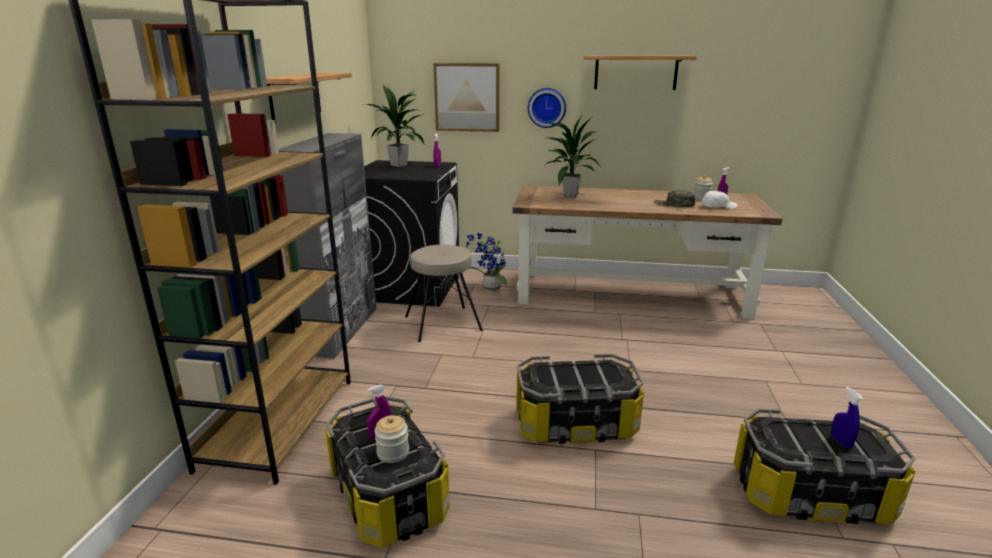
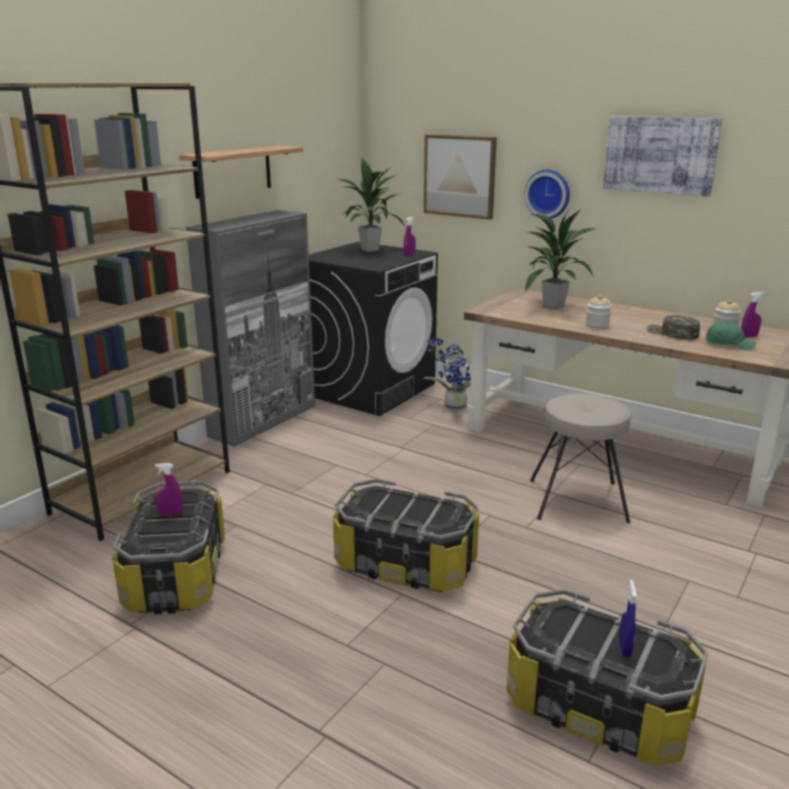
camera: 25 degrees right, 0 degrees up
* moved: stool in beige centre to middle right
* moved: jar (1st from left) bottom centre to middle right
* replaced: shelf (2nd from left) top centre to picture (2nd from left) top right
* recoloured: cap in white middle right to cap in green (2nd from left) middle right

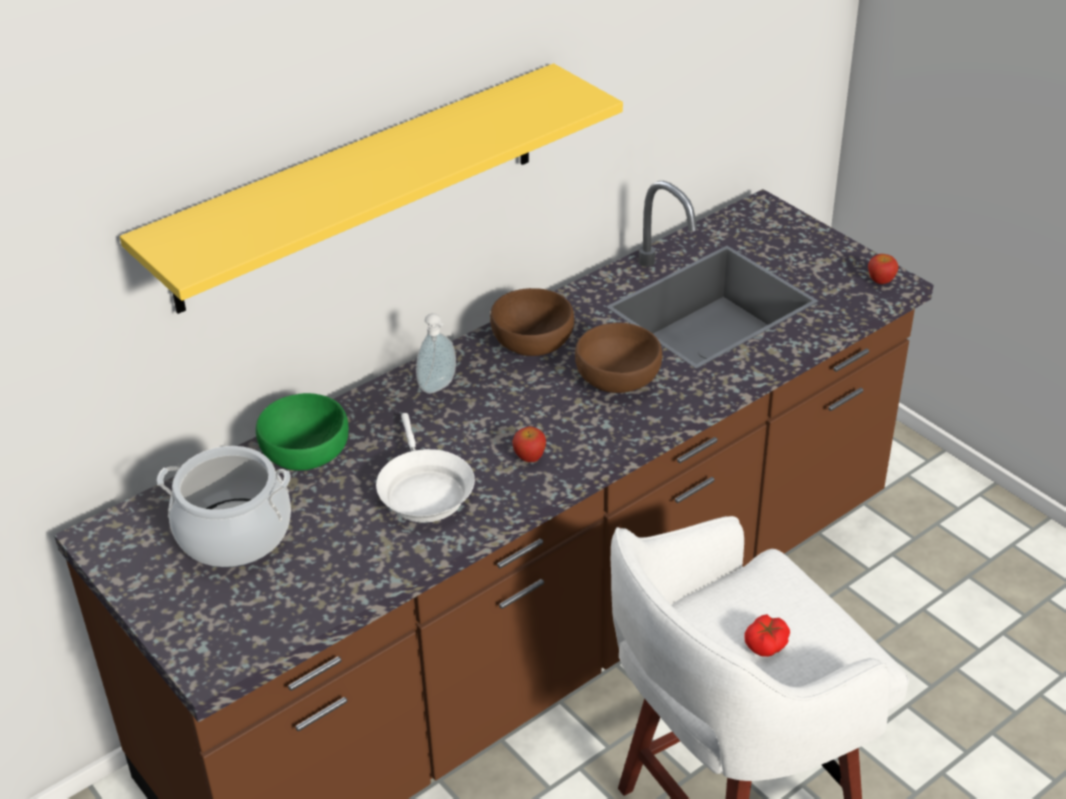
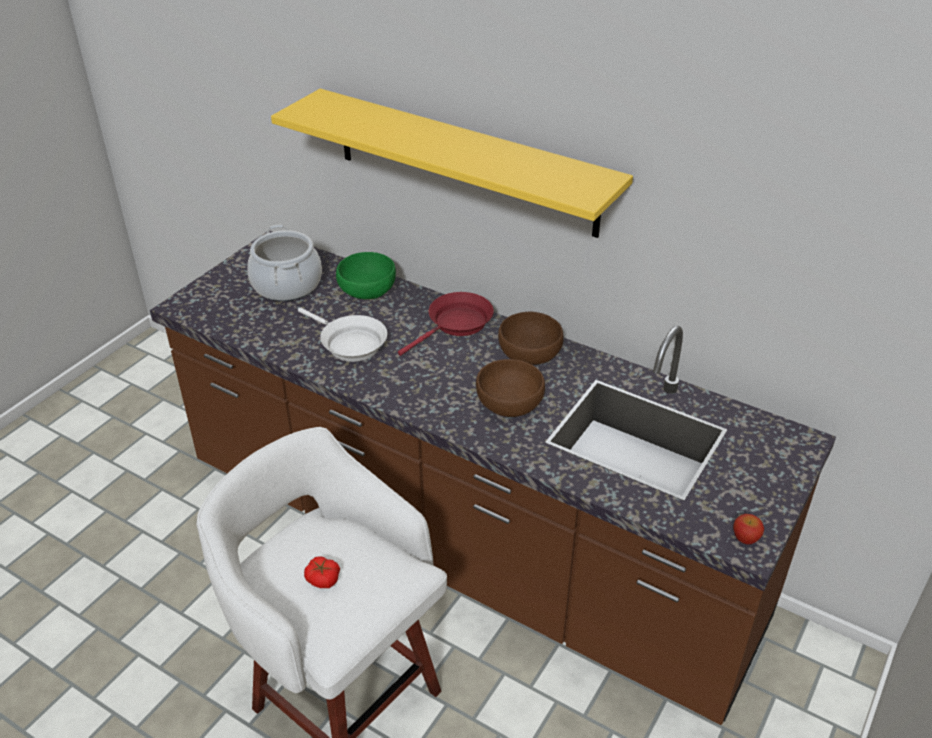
camera: 70 degrees right, 0 degrees up
* turned: frying pan in white centre = centre 105 degrees counterclockwise
* replaced: soap dispenser centre to frying pan in red centre
* removed: apple (1st from left) centre

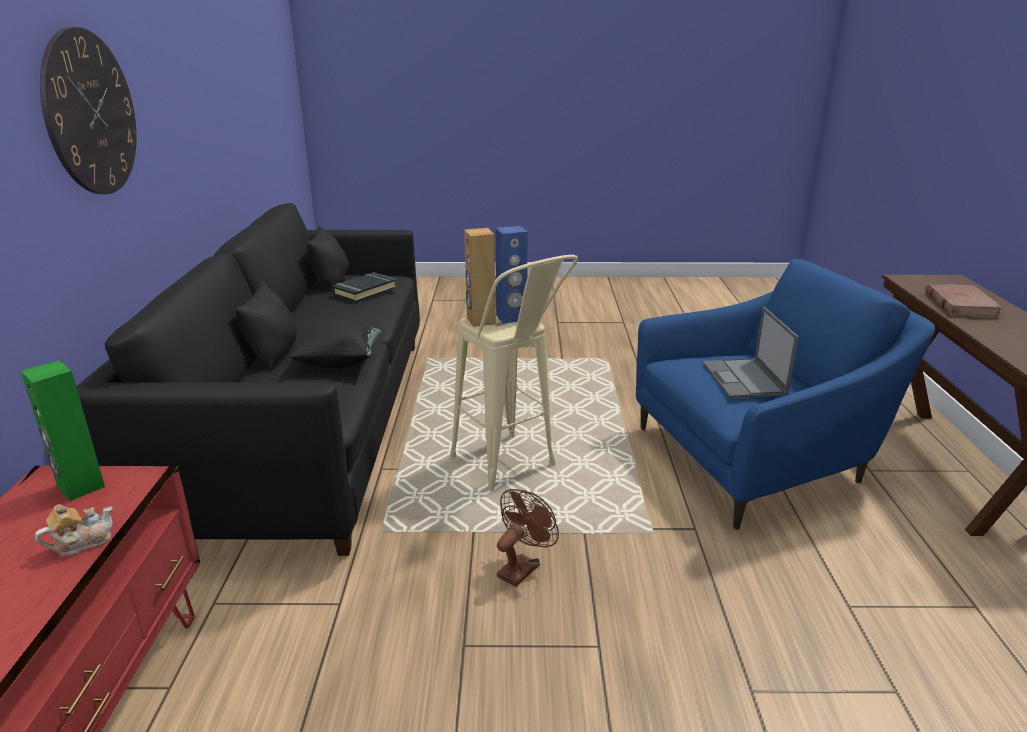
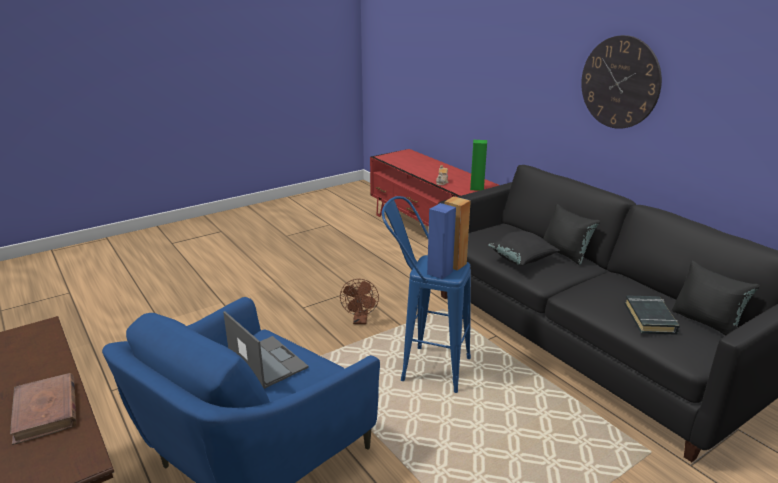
camera: 145 degrees right, 0 degrees up
* recoloured: stool in beige centre to stool in blue centre

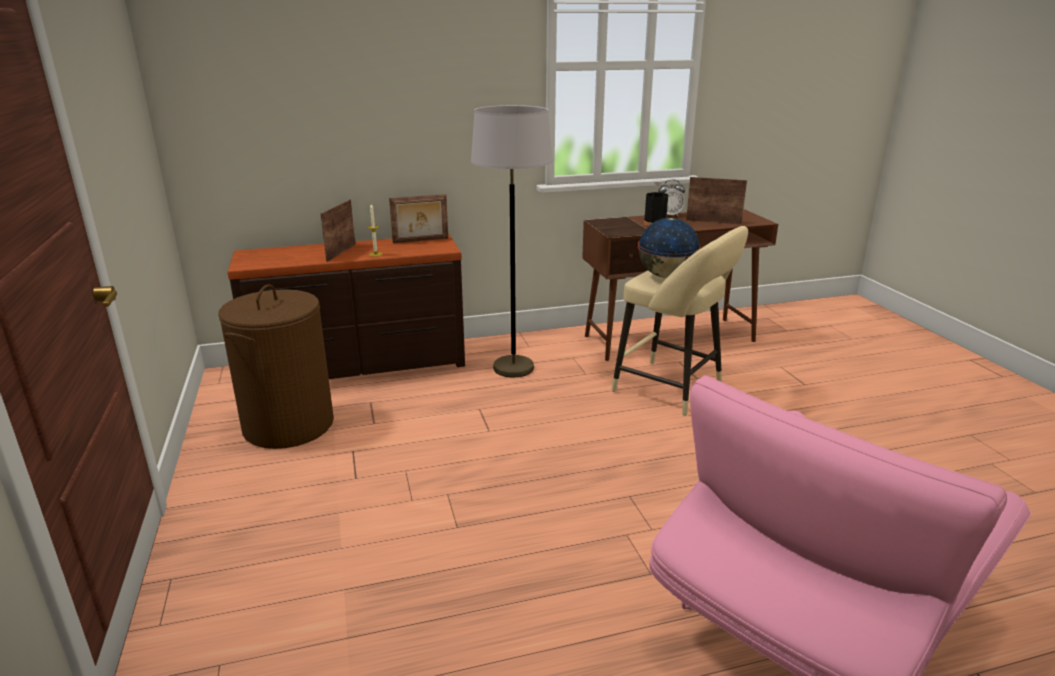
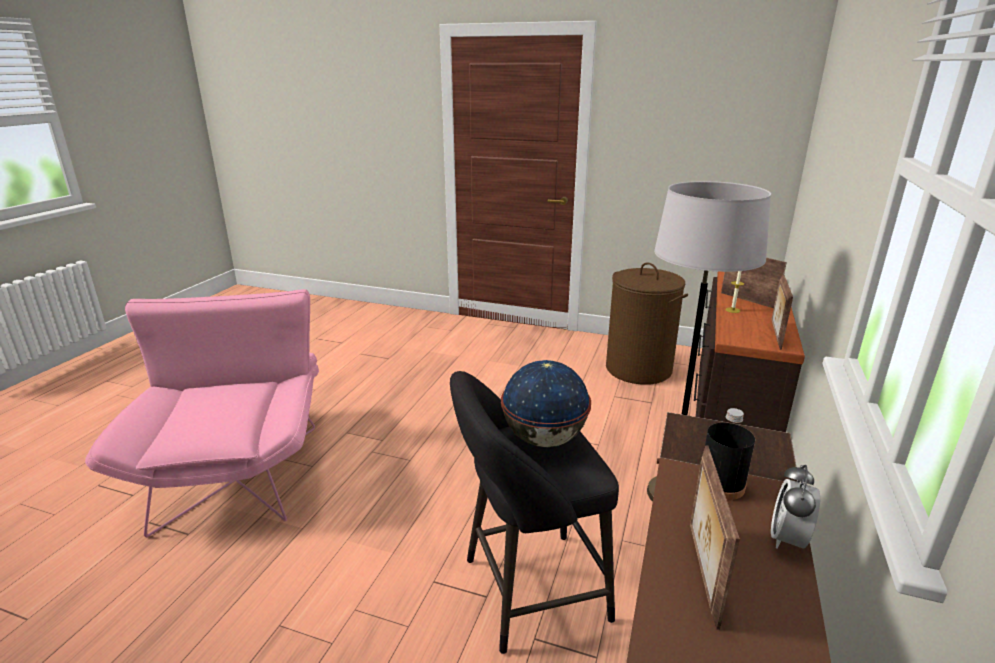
camera: 125 degrees right, 0 degrees up
* recoloured: stool in beige centre to stool in black bottom centre
* turned: picture frame (3rd from left in the first image) top right = bottom right 135 degrees clockwise

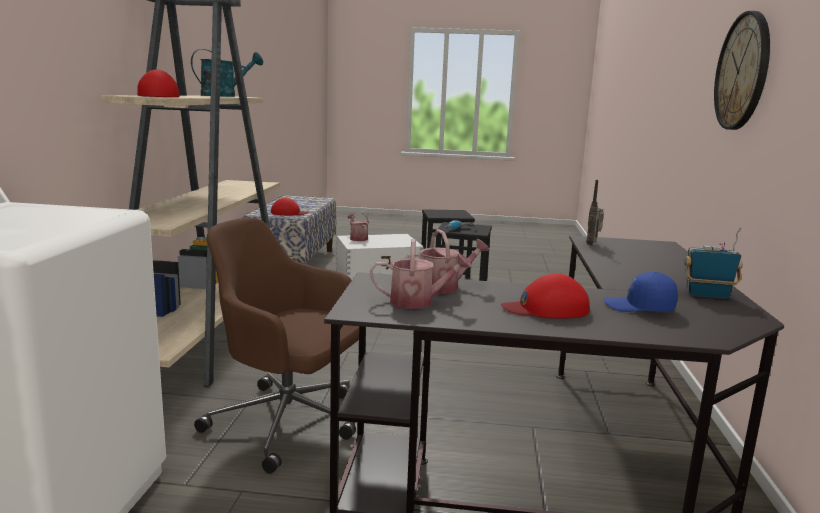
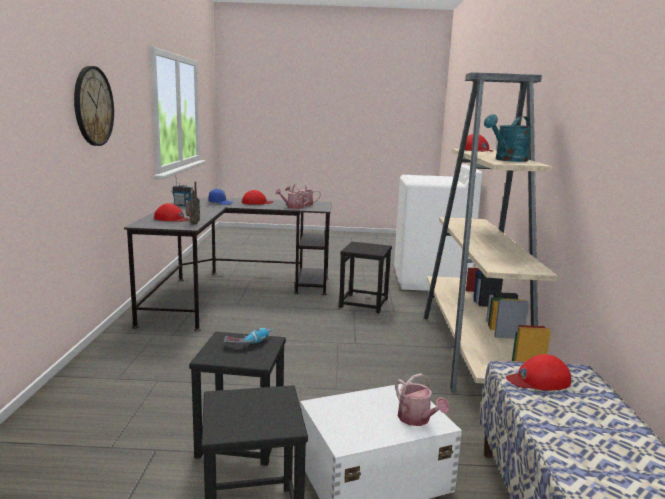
camera: 175 degrees right, 0 degrees up
* added: cap in red (1st from left) middle left
* replaced: office chair in brown bottom centre to stool in black (3rd from left) centre

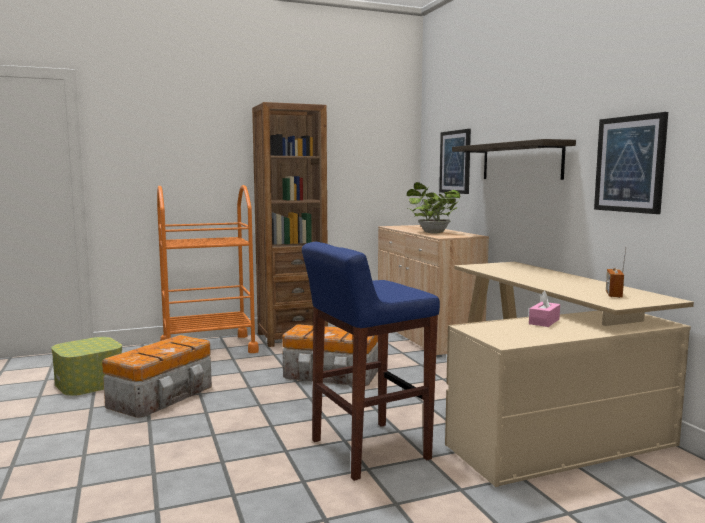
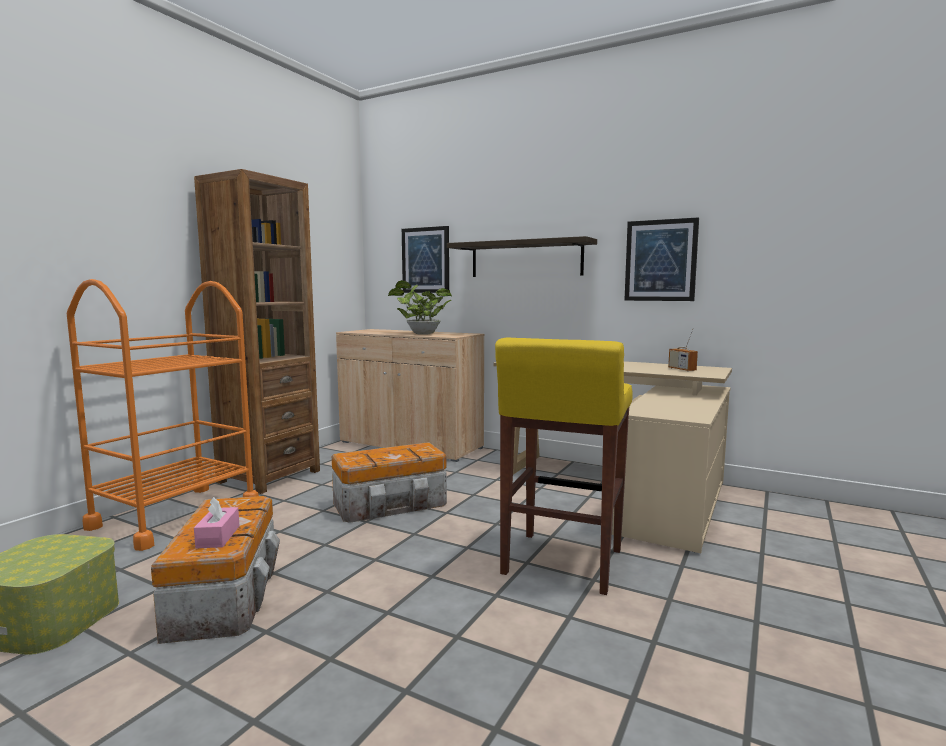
camera: 40 degrees left, 0 degrees up
* moved: tissue box in pink middle right to bottom left
* recoloured: stool in blue bottom centre to stool in yellow centre

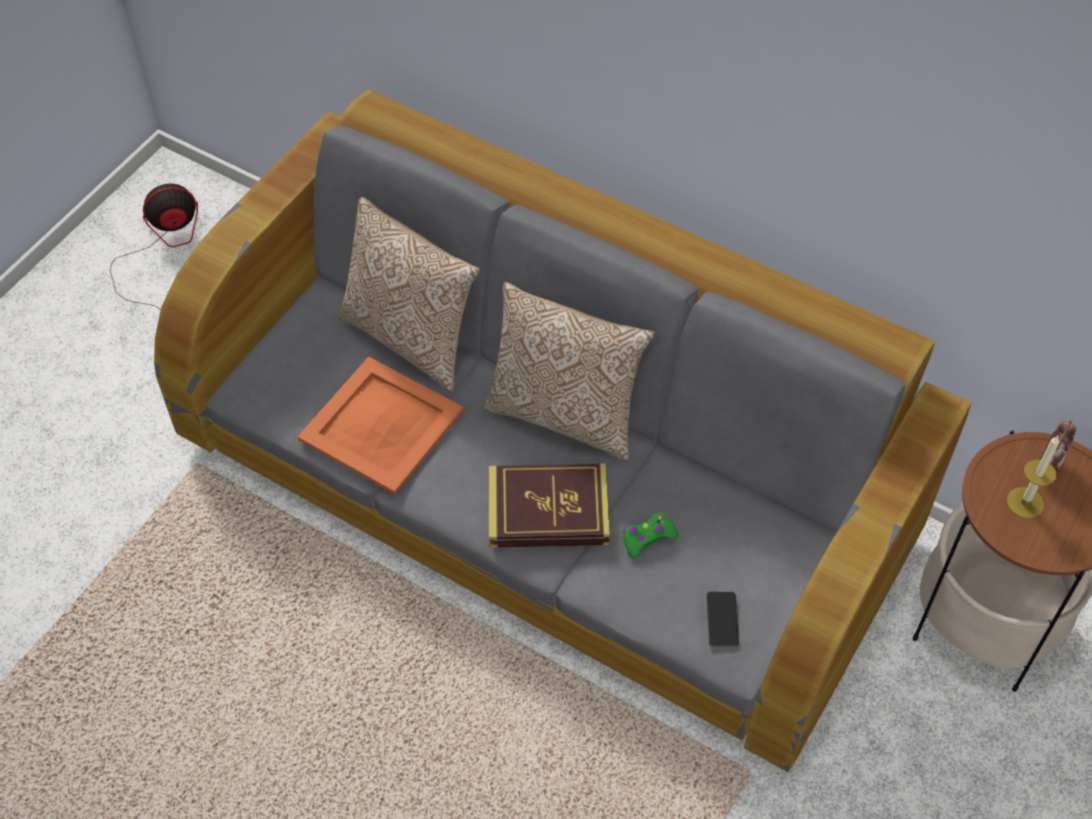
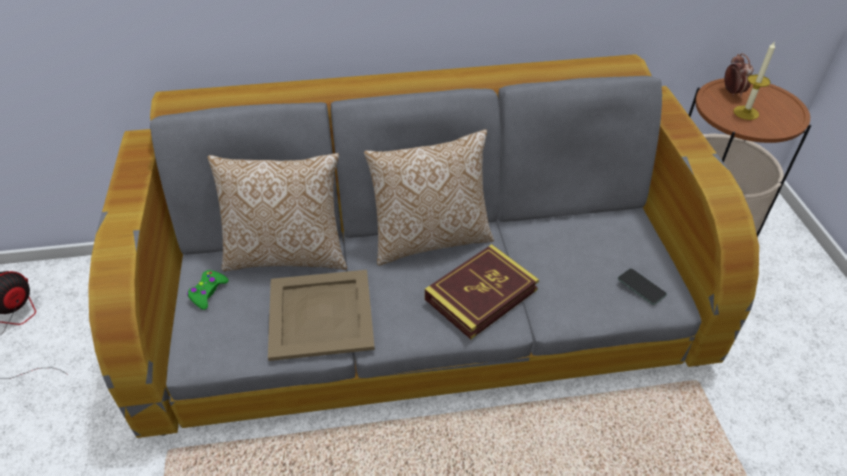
camera: 40 degrees left, 10 degrees down
* moved: game controller in green centre to middle left
* recoloured: tray in orange centre to tray in beige centre

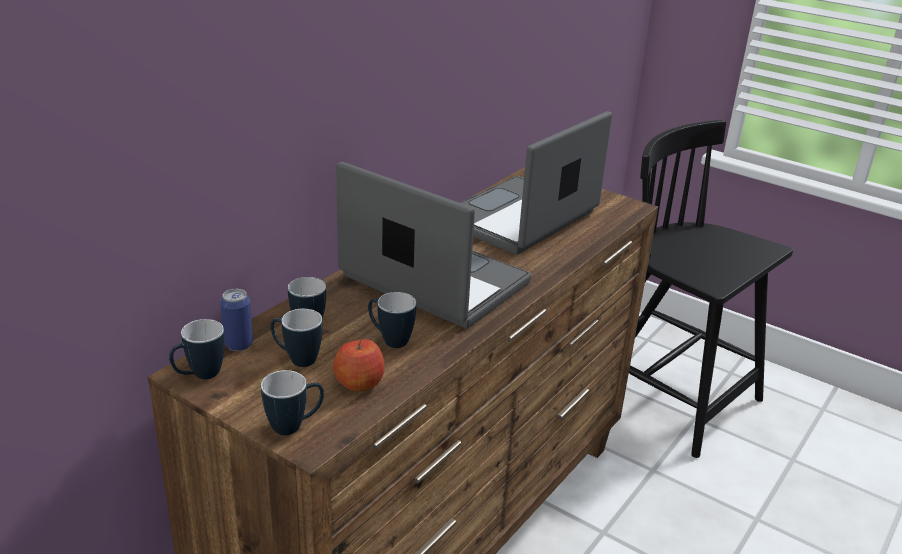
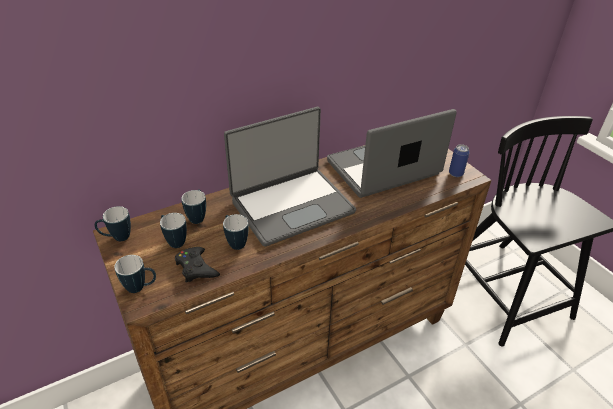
camera: 25 degrees right, 10 degrees up
* replaced: apple centre to game controller in black middle left
* turned: laptop (1st from left) centre = centre 90 degrees clockwise
* moved: can middle left to middle right

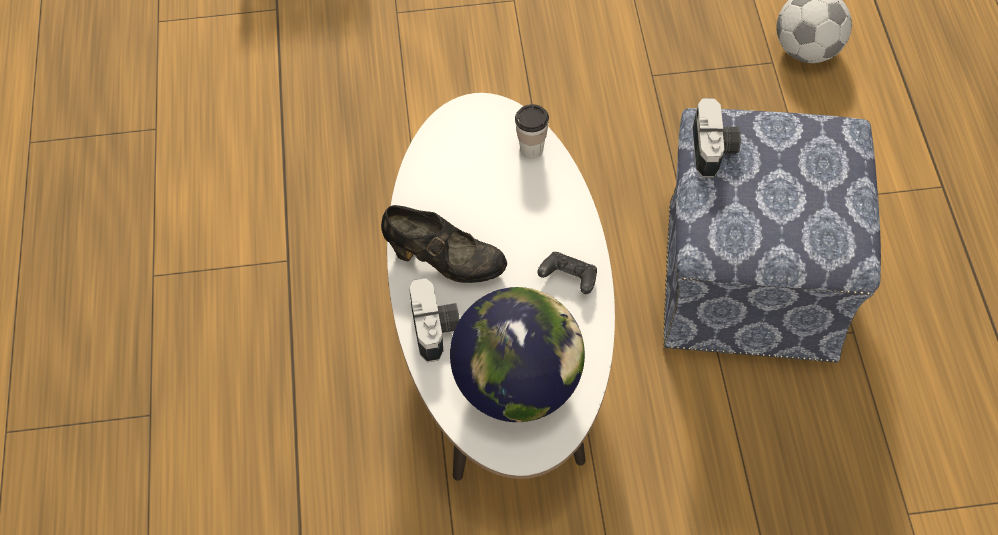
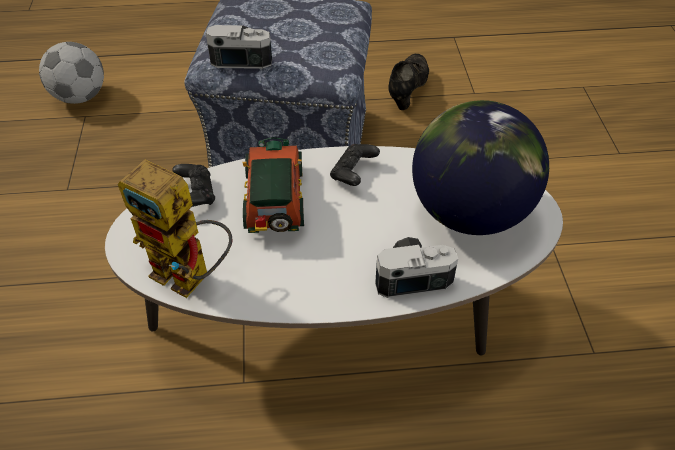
camera: 90 degrees left, 10 degrees down
* added: toy robot middle left
* replaced: cup top centre to game controller in black (1st from left) middle left
* added: toy car centre
* moved: shoe in black centre to top centre

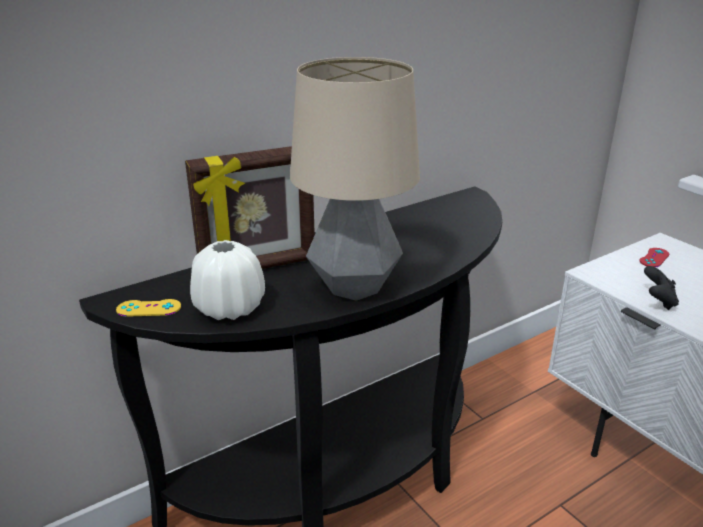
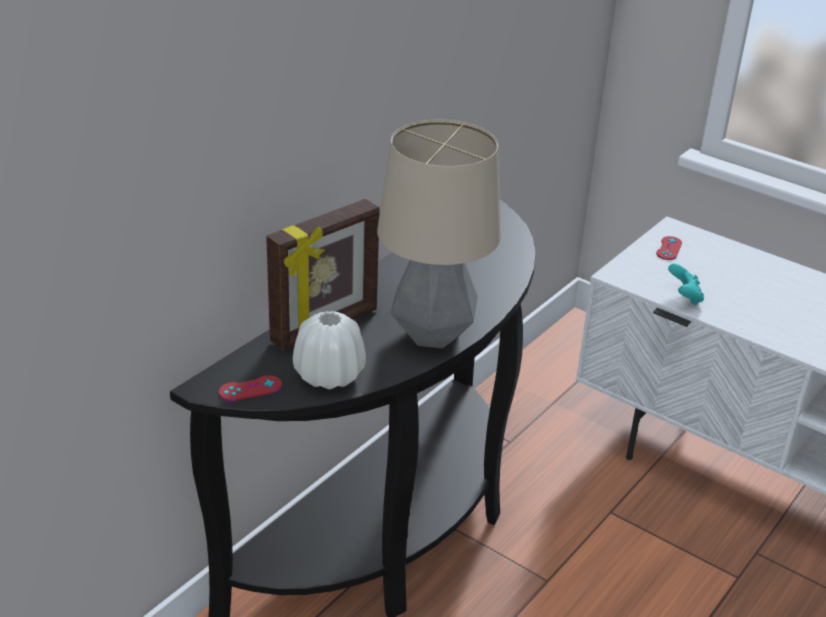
camera: 20 degrees left, 5 degrees up
* recoloured: game controller in yellow middle left to game controller in red (1st from left) middle left
* recoloured: game controller in black middle right to game controller in turquoise middle right

